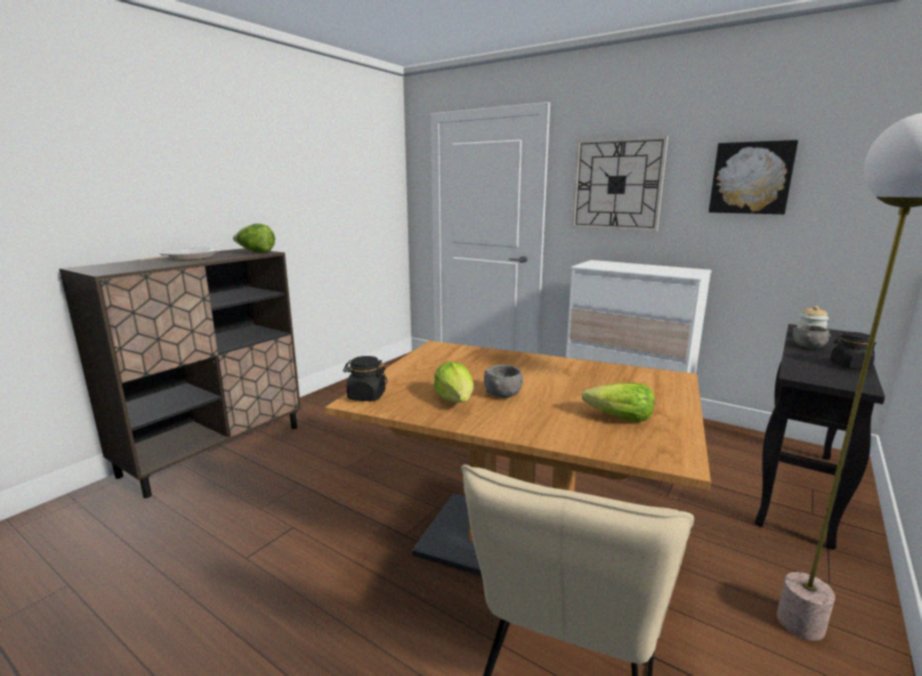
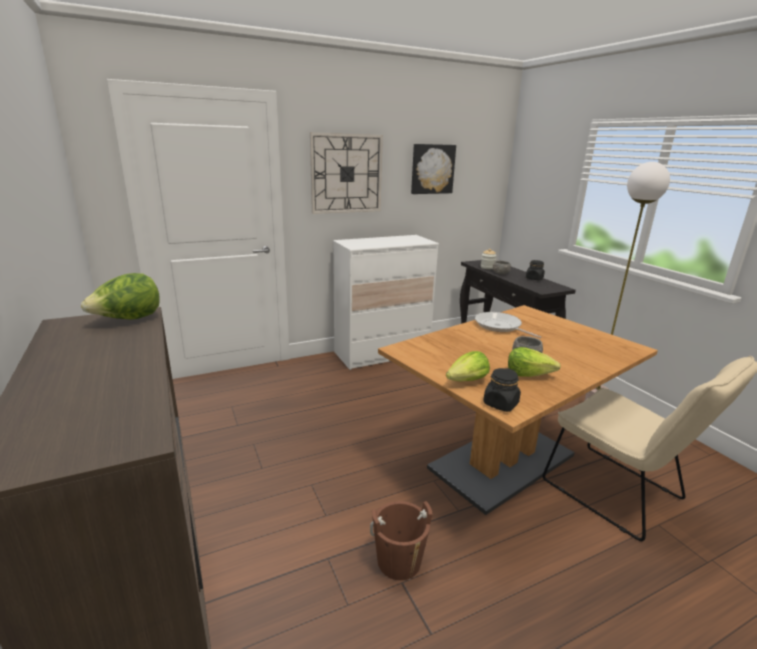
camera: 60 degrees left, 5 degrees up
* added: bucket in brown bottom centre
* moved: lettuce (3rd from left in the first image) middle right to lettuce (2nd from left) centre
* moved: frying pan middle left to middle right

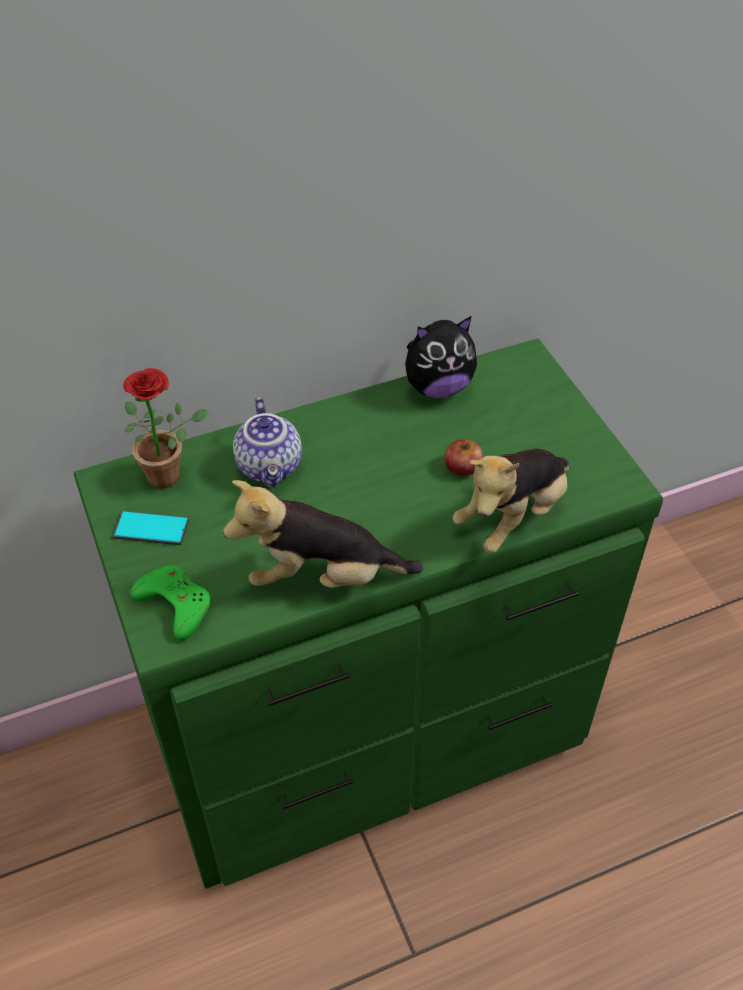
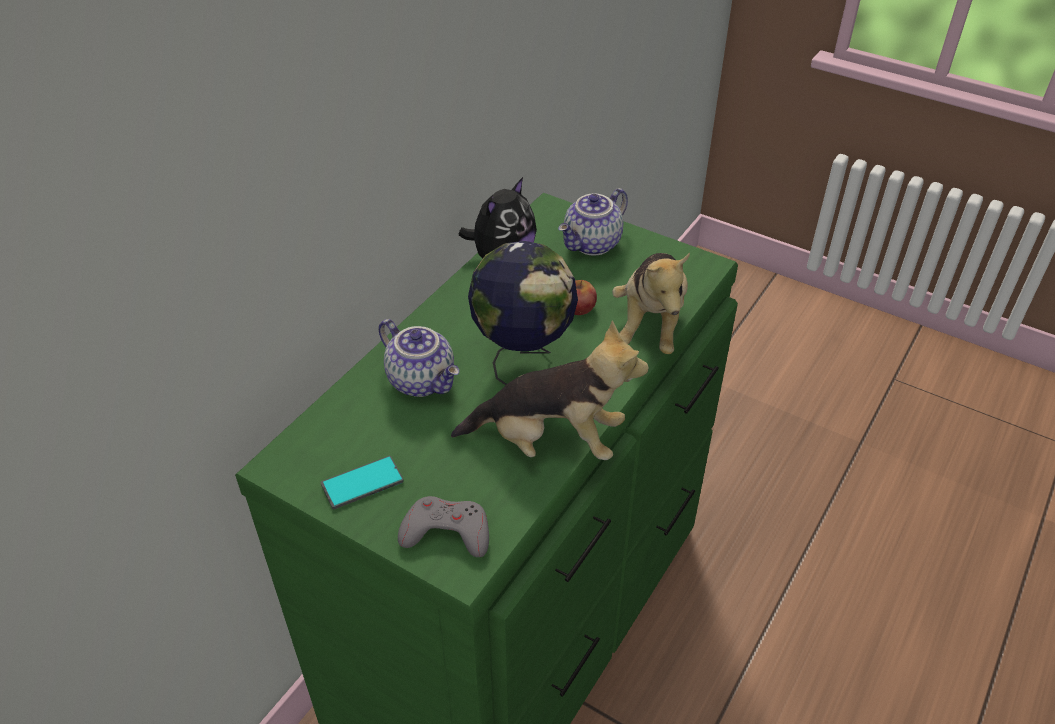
camera: 35 degrees left, 5 degrees down
* recoloured: game controller in green middle left to game controller in grey bottom centre
* turned: plush toy (1st from left in the first image) centre = centre 135 degrees counterclockwise
* added: globe centre
* added: teapot (2nd from left) top centre
* removed: potted plant middle left

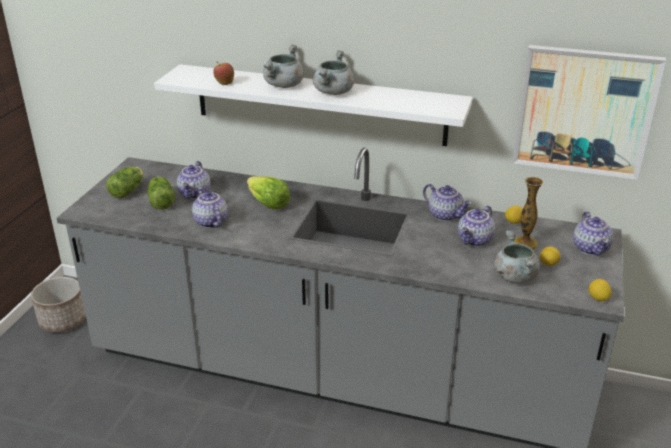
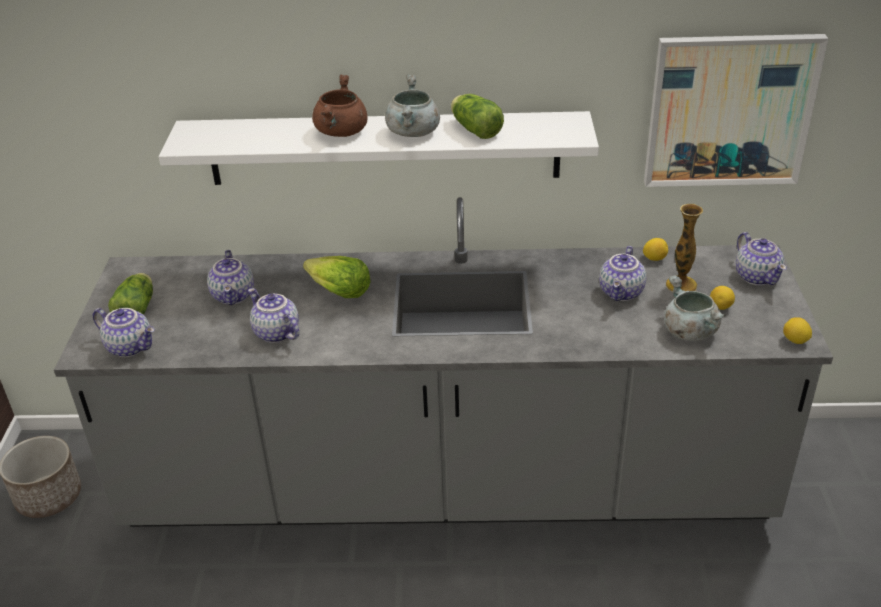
camera: 15 degrees left, 5 degrees up
* moved: teapot (3rd from left in the first image) centre to teapot (1st from left) middle left
* recoloured: cooking pot in grey (1st from left) top centre to cooking pot in brown top centre
* moved: lettuce (2nd from left in the first image) middle left to lettuce (3rd from left) top centre
* removed: apple top left

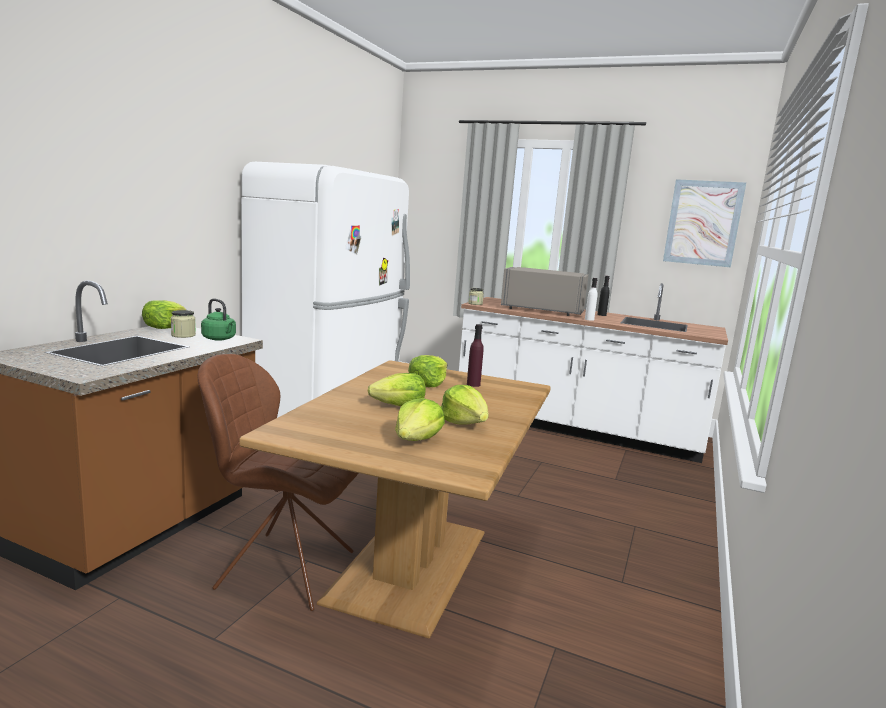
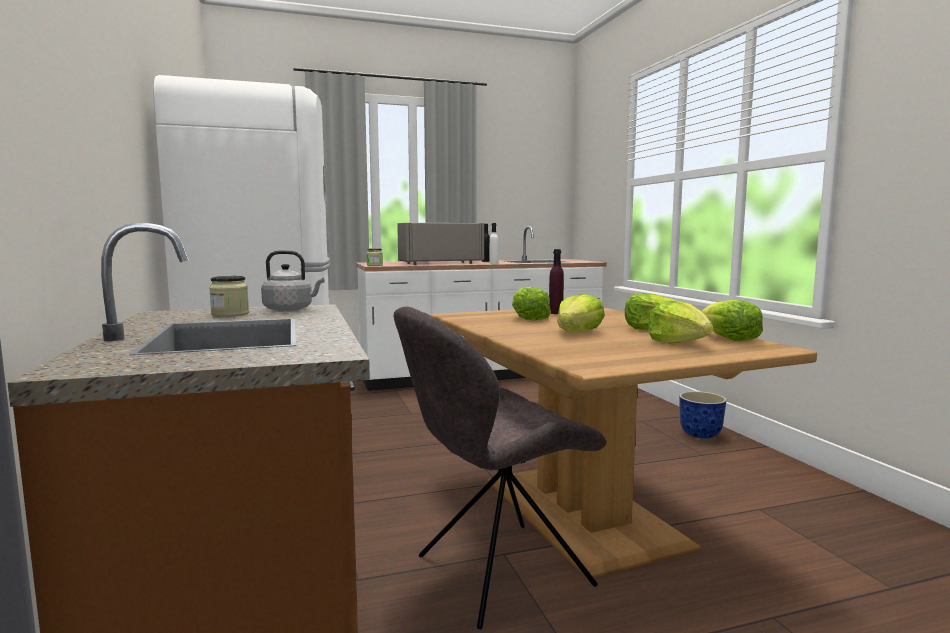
camera: 40 degrees left, 5 degrees down
* recoloured: kettle in green middle left to kettle in grey middle left
* recoloured: chair in brown bottom left to chair in grey bottom centre
* added: planter middle right
* moved: lettuce (1st from left in the first image) middle left to lettuce (5th from left) middle right
* removed: picture top right

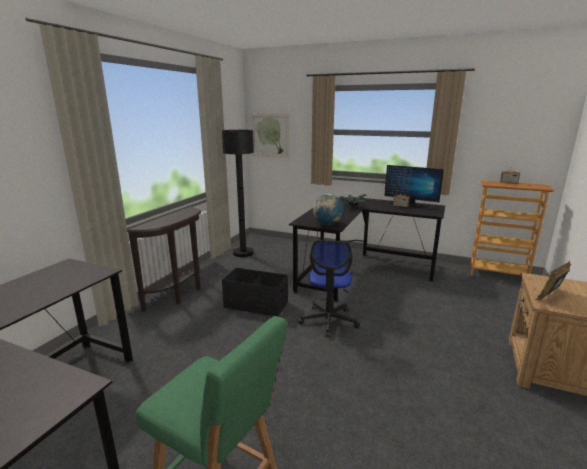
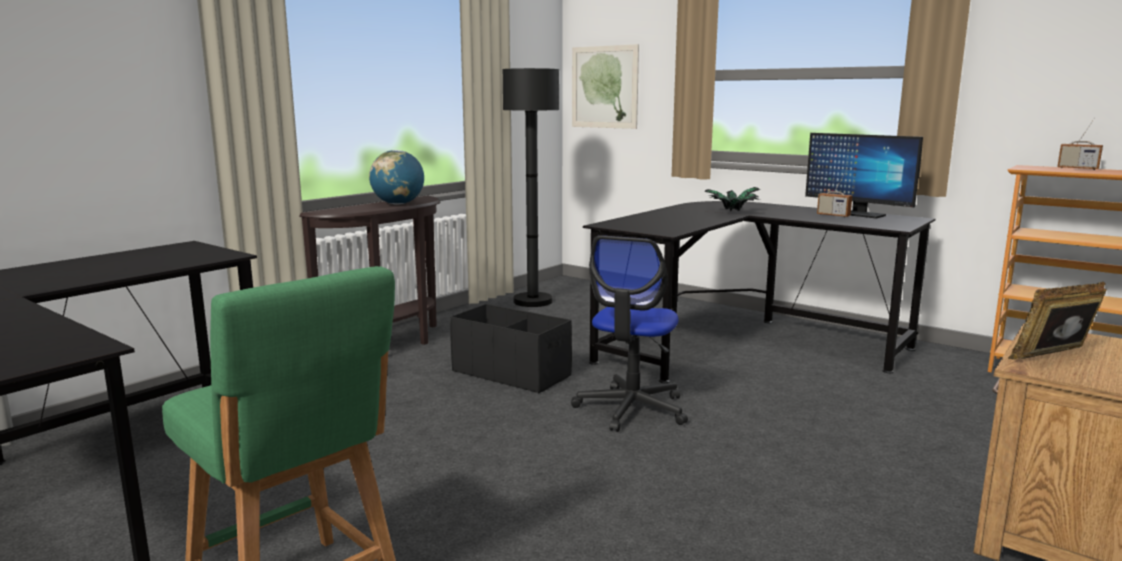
camera: 15 degrees right, 5 degrees down
* moved: globe centre to top centre

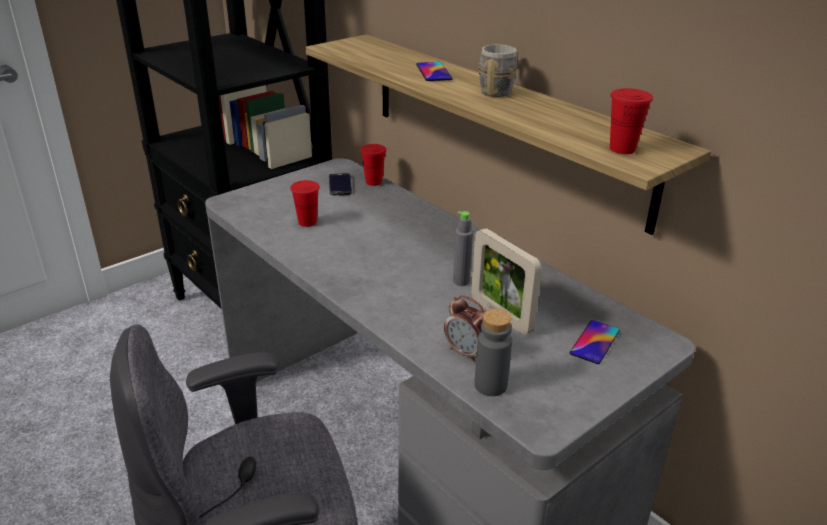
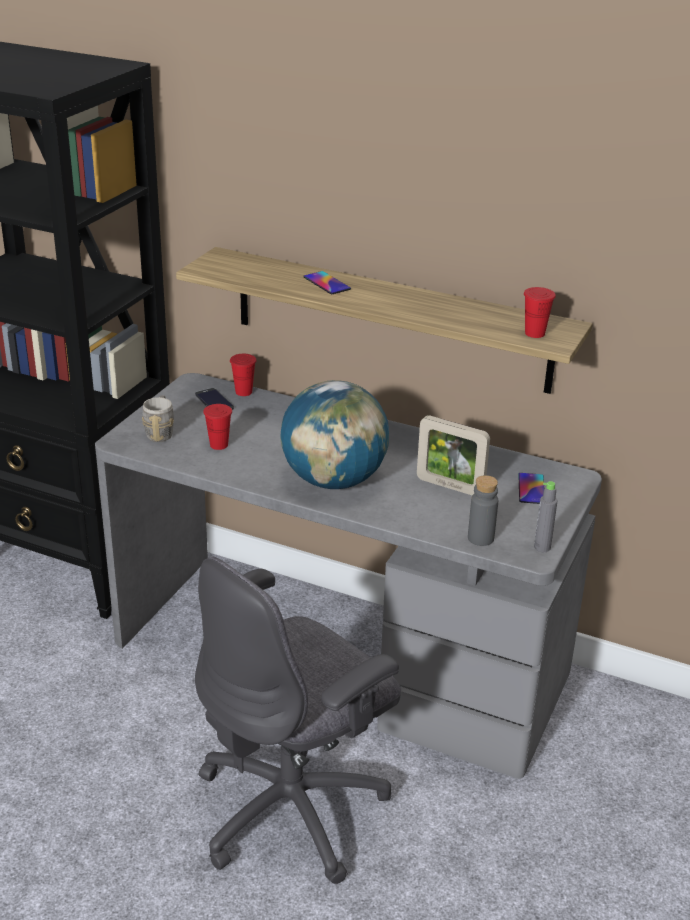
camera: 25 degrees left, 0 degrees up
* moved: mug in grey top centre to middle left
* added: globe centre
* moved: bottle in grey (1st from left in the first image) centre to bottle in grey (2nd from left) middle right
* removed: alarm clock centre

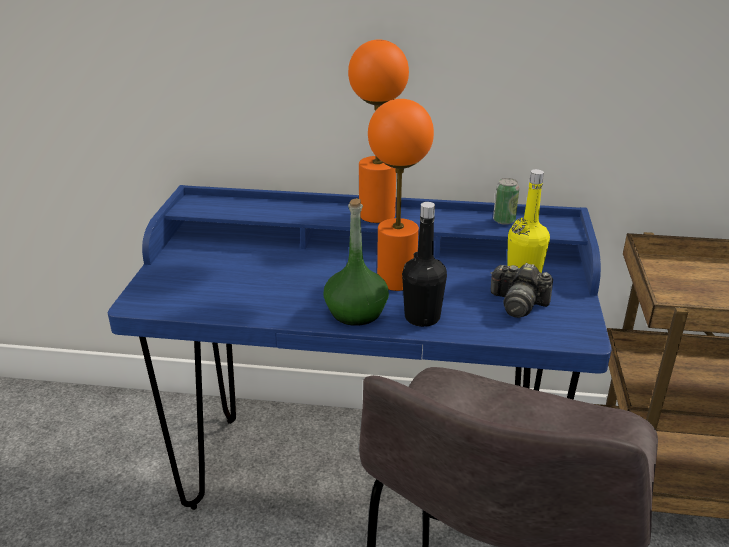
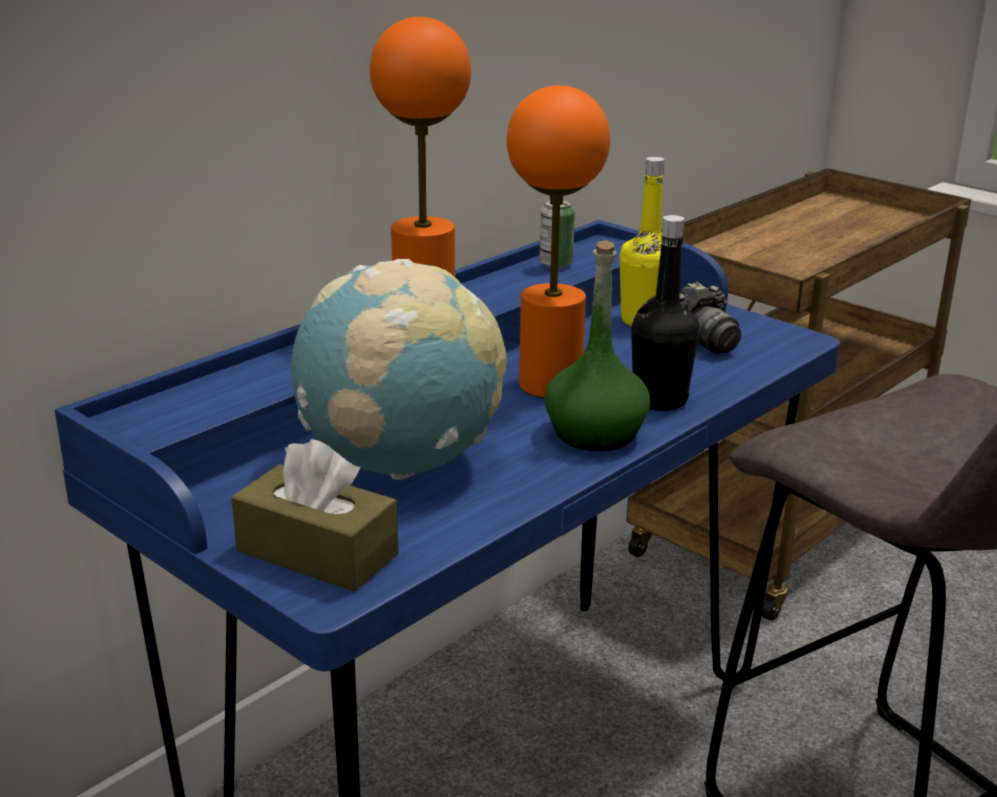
camera: 55 degrees left, 5 degrees down
* added: tissue box in brown middle left
* added: globe centre

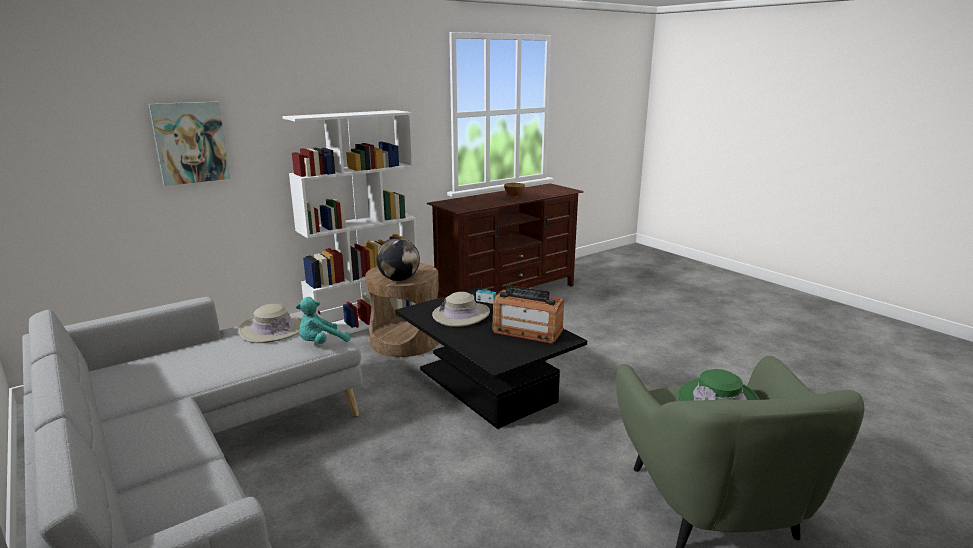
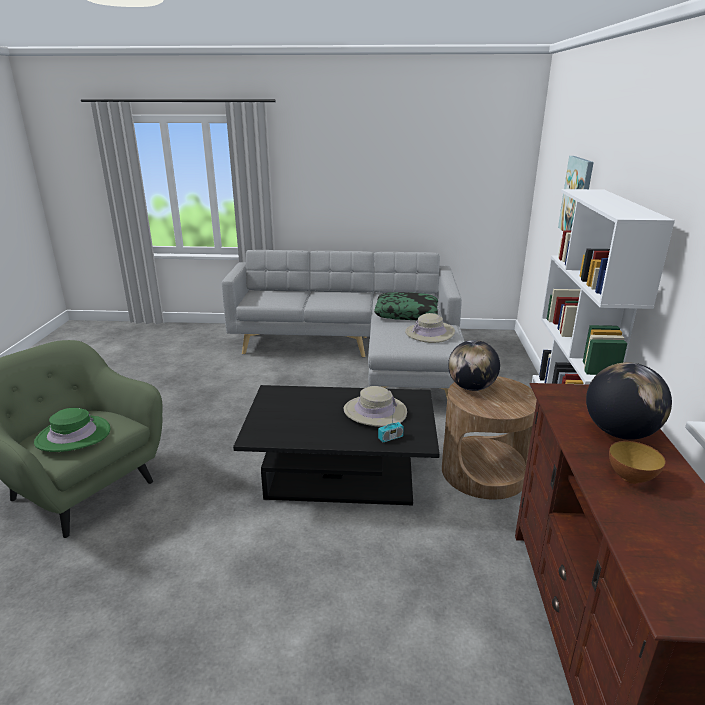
camera: 130 degrees right, 5 degrees up
* added: pillow centre
* added: globe (2nd from left) middle right
* removed: plush toy in turquoise middle left
* removed: radio (2nd from left) centre

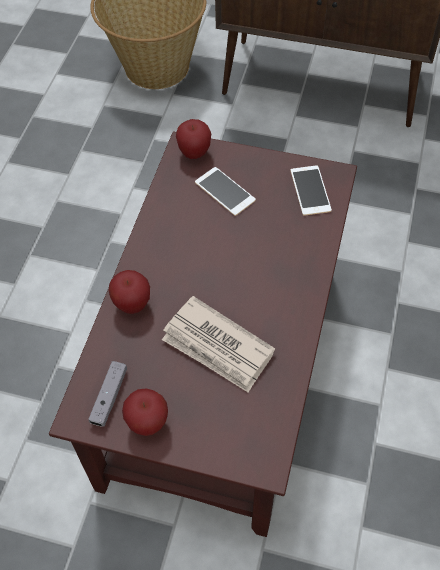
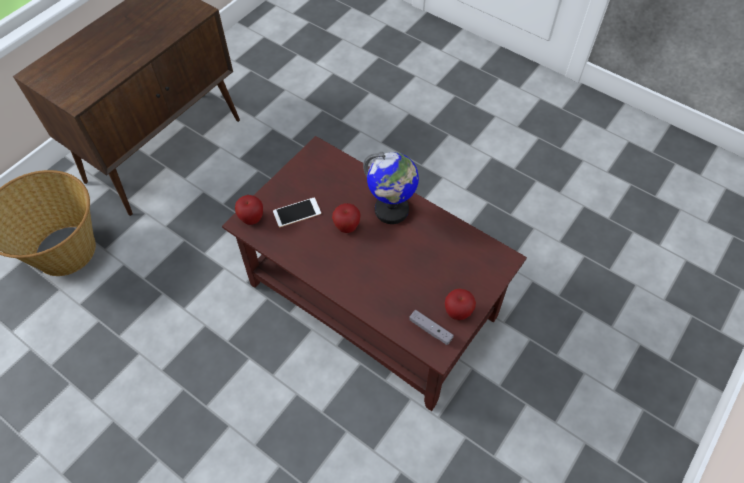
camera: 70 degrees left, 0 degrees up
* moved: apple (1st from left in the first image) middle left to apple (2nd from left) centre
* added: globe centre
* removed: newspaper centre
* removed: phone (2nd from left) middle right

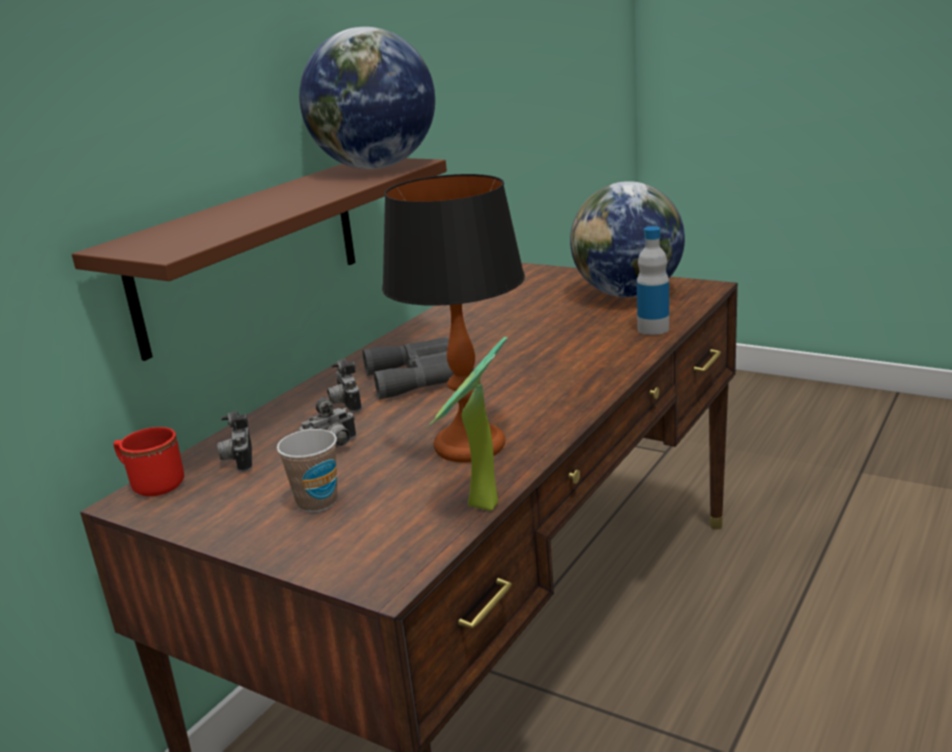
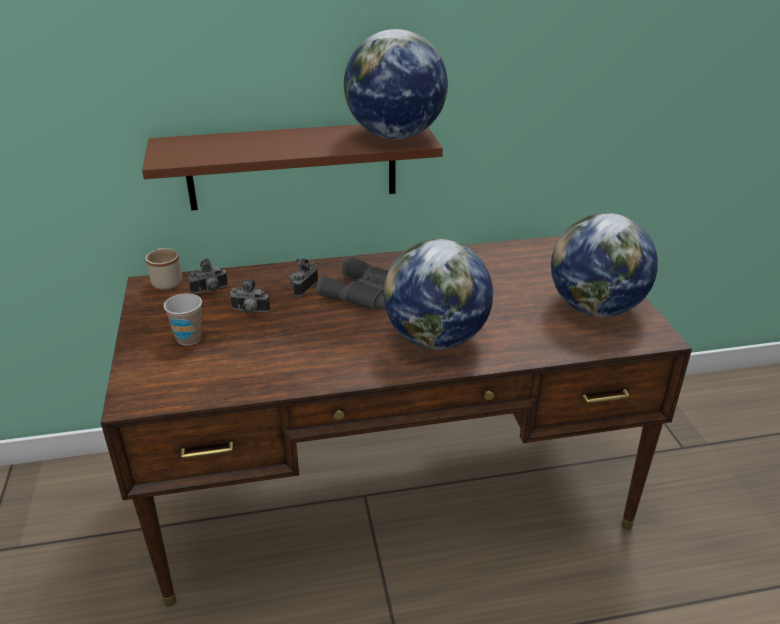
camera: 45 degrees right, 10 degrees up
* recoloured: mug in red middle left to mug in beige middle left
* turned: photo camera (1st from left) middle left = middle left 150 degrees counterclockwise
* added: globe (2nd from left) centre
* removed: table lamp centre
* removed: potted plant centre
* removed: bottle middle right

